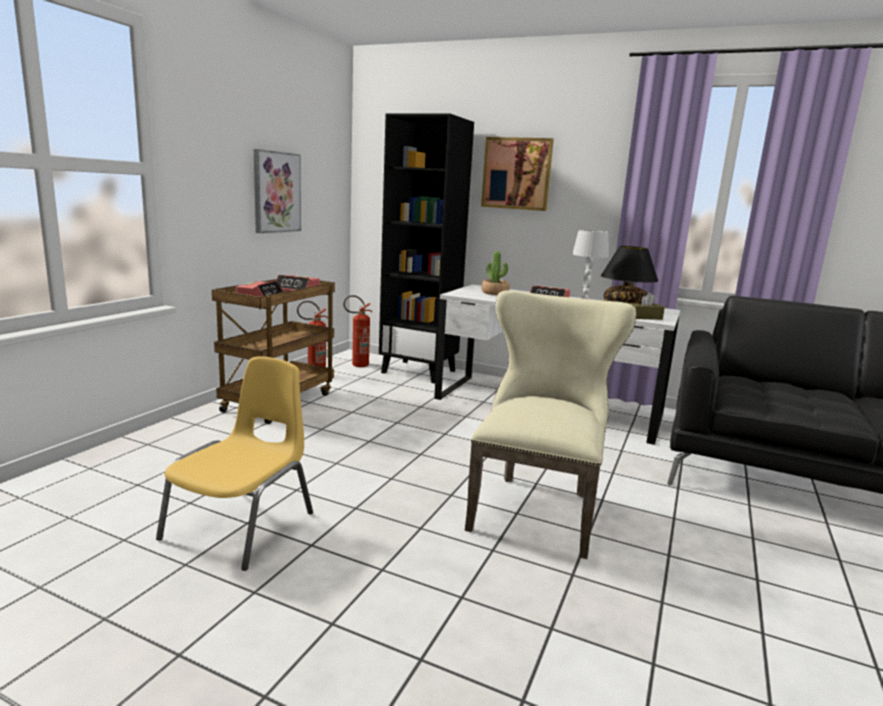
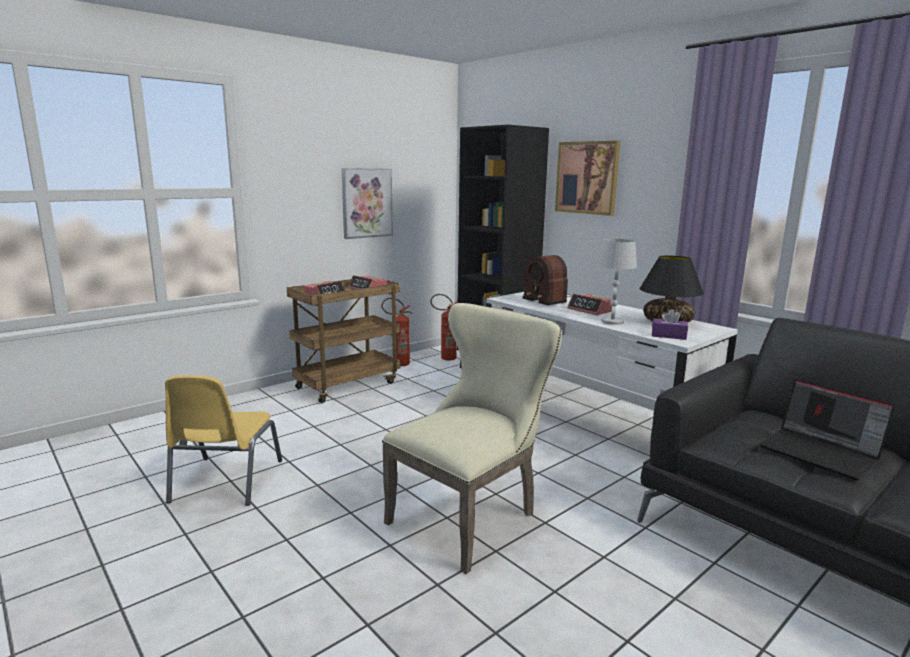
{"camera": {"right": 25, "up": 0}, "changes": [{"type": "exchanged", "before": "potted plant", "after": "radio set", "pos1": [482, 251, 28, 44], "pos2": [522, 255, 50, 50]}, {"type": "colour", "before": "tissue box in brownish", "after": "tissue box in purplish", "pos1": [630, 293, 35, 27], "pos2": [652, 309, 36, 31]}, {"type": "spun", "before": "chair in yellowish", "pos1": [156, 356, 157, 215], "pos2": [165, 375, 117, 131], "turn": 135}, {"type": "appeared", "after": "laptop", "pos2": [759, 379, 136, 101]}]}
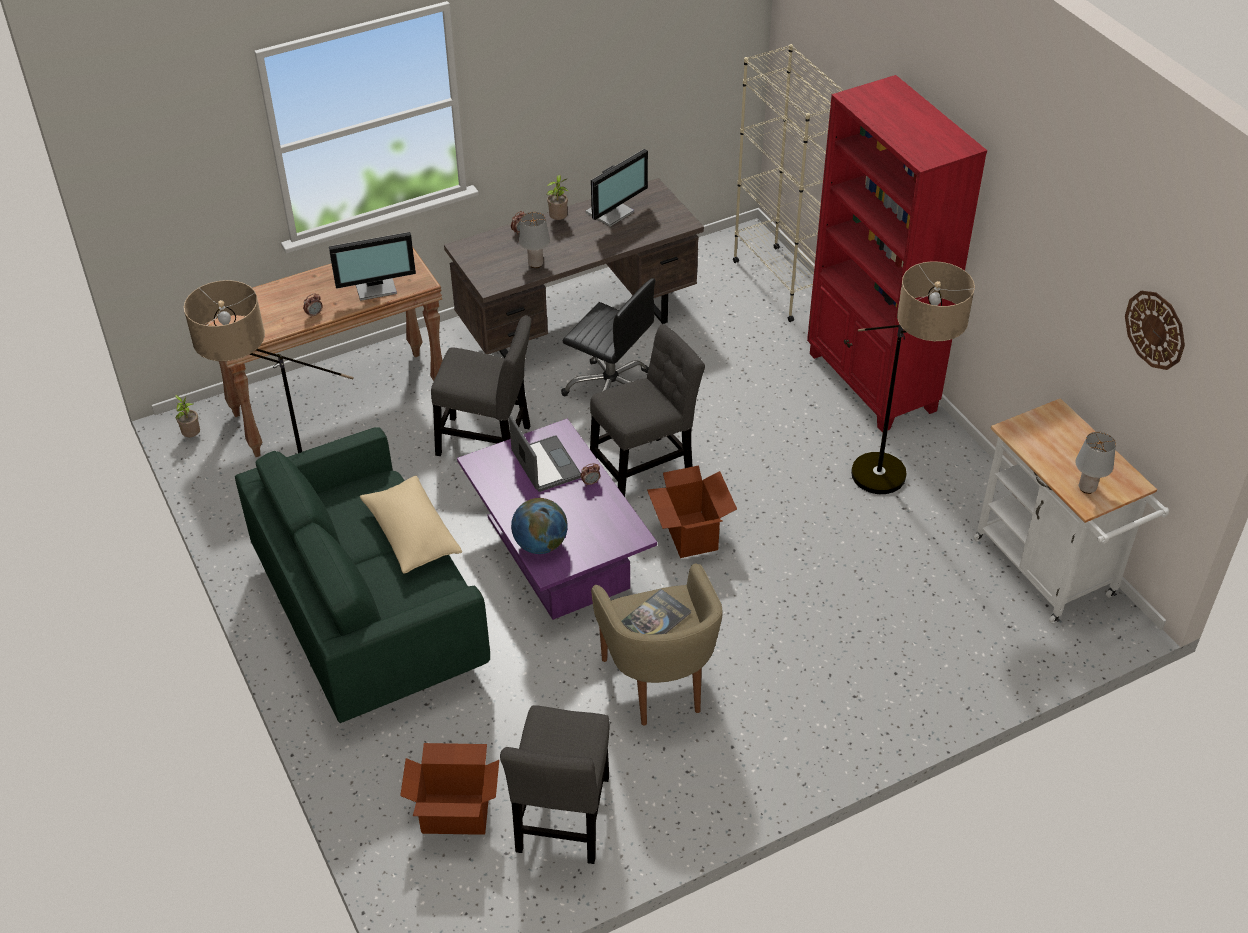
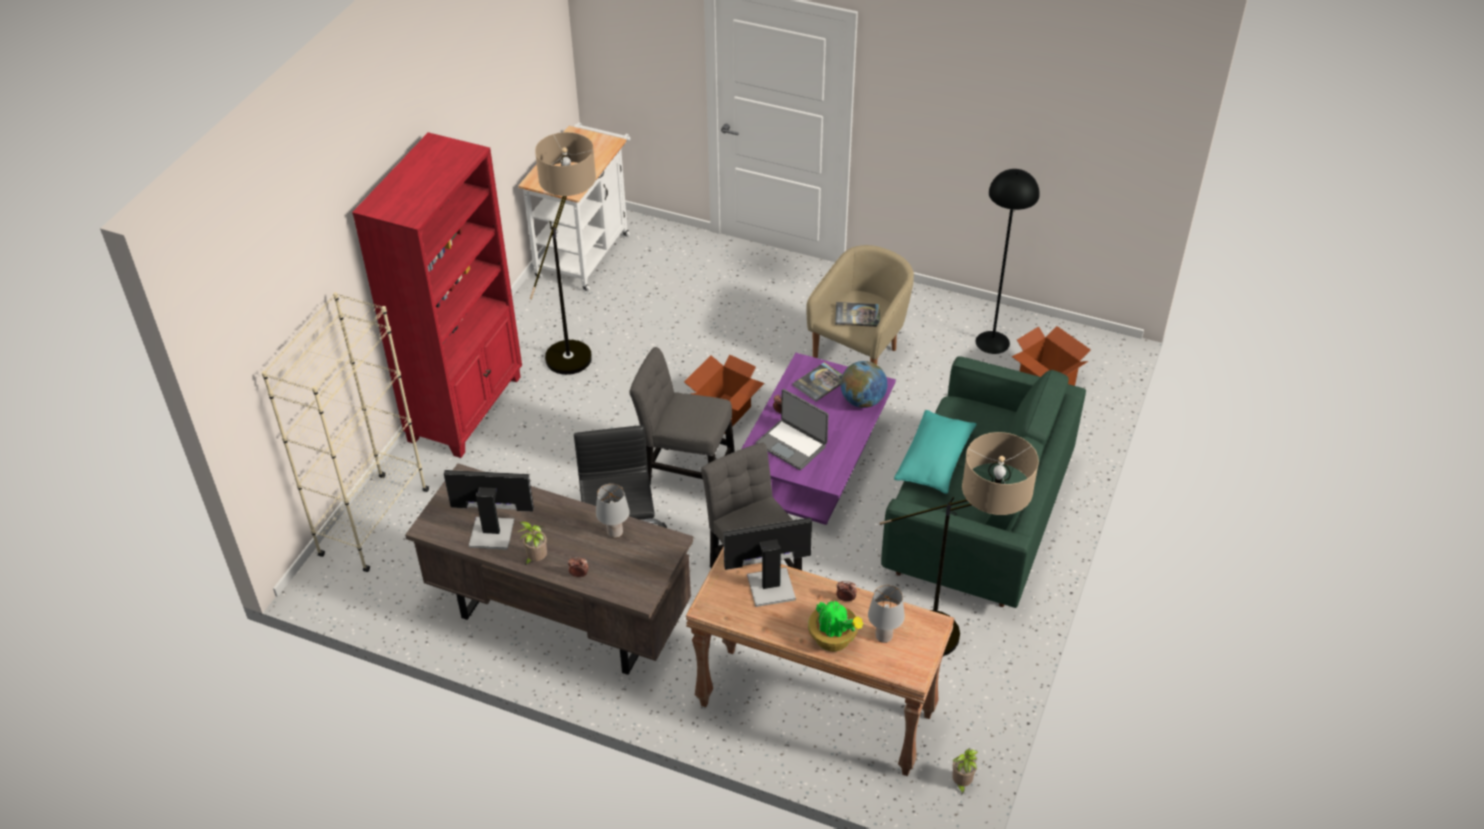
{"camera": {"right": -130, "up": 0}, "changes": [{"type": "spun", "before": "computer screen", "pos1": [329, 232, 87, 69], "pos2": [723, 517, 89, 90], "turn": -45}, {"type": "missing", "before": "hanging clock", "pos1": [1125, 291, 60, 79]}, {"type": "spun", "before": "laptop", "pos1": [509, 416, 72, 76], "pos2": [756, 389, 73, 81], "turn": -75}, {"type": "relocated", "before": "table lamp in grey", "pos1": [1075, 432, 41, 62], "pos2": [868, 585, 37, 58]}, {"type": "colour", "before": "cushion in beige", "after": "cushion in blue-green", "pos1": [360, 476, 102, 97], "pos2": [894, 410, 83, 84]}, {"type": "exchanged", "before": "chair in grey", "after": "standing lamp in blackish", "pos1": [500, 705, 110, 159], "pos2": [976, 169, 63, 185]}, {"type": "appeared", "after": "bound book", "pos2": [792, 362, 51, 39]}, {"type": "appeared", "after": "potted plant", "pos2": [808, 601, 56, 50]}]}
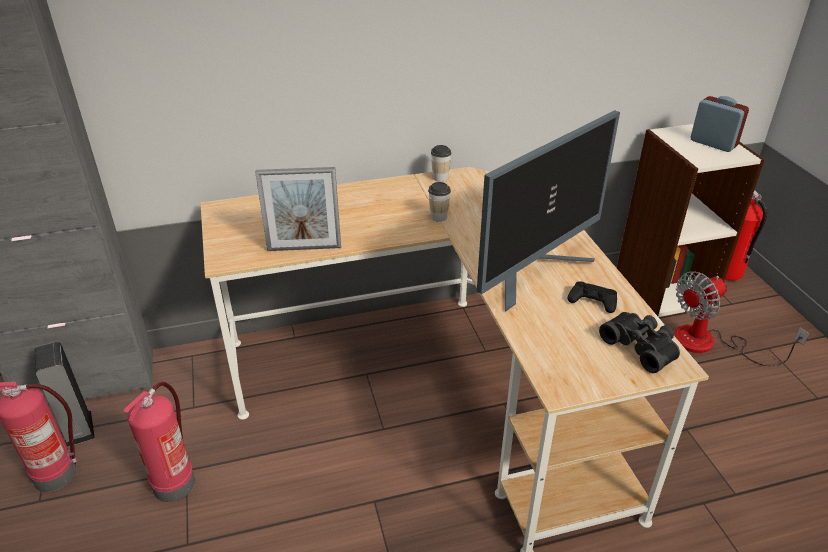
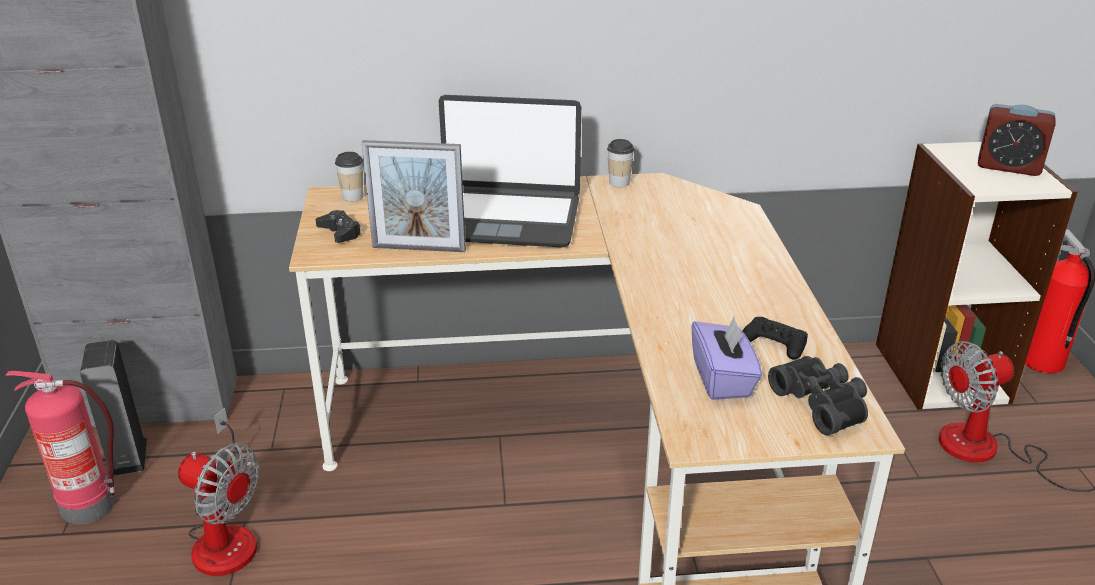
{"camera": {"right": 10, "up": -5}, "changes": [{"type": "spun", "before": "bedside clock", "pos1": [690, 96, 59, 56], "pos2": [978, 104, 78, 72], "turn": 150}, {"type": "missing", "before": "computer screen", "pos1": [477, 110, 143, 202]}, {"type": "relocated", "before": "small cup", "pos1": [428, 182, 23, 40], "pos2": [335, 152, 28, 49]}, {"type": "exchanged", "before": "extinguisher", "after": "fan", "pos1": [123, 382, 72, 120], "pos2": [178, 408, 82, 168]}, {"type": "appeared", "after": "laptop", "pos2": [439, 95, 142, 153]}, {"type": "appeared", "after": "gamepad in blackish", "pos2": [316, 210, 46, 33]}, {"type": "appeared", "after": "tissue box in purplish", "pos2": [691, 315, 71, 85]}]}
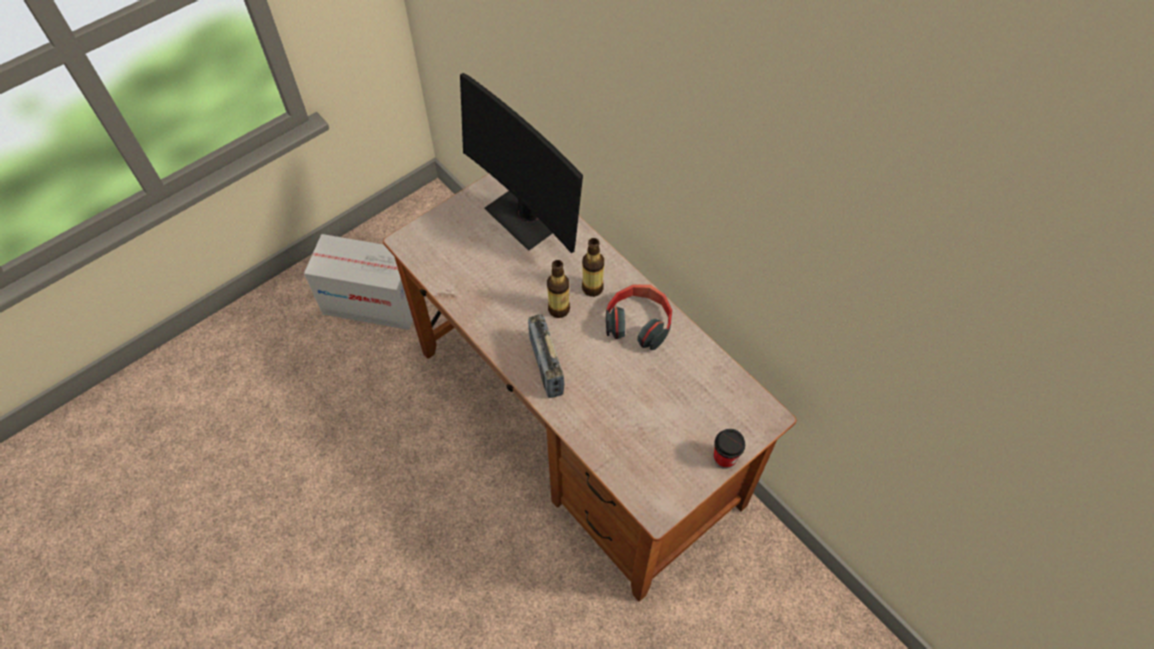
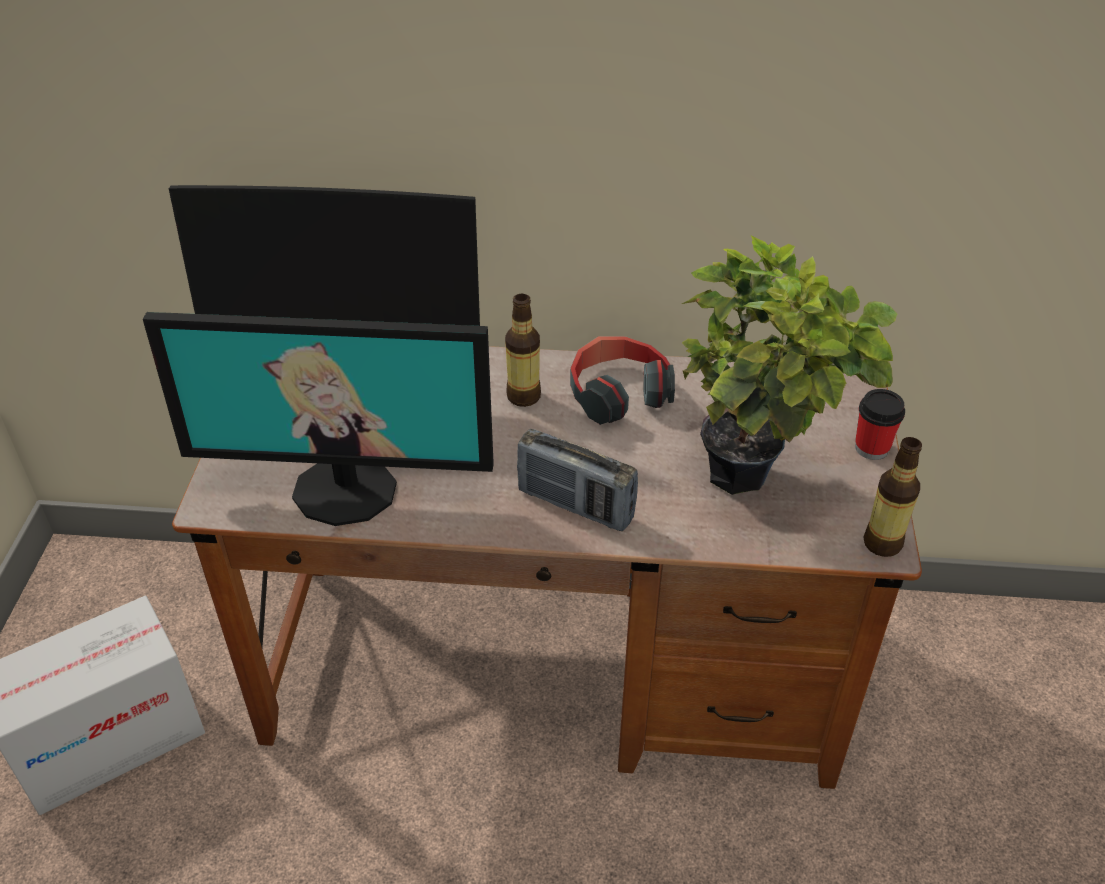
{"camera": {"right": -45, "up": -15}, "changes": [{"type": "relocated", "before": "beverage bottle", "pos1": [547, 260, 23, 58], "pos2": [863, 437, 59, 120]}, {"type": "appeared", "after": "potted plant", "pos2": [682, 236, 216, 259]}, {"type": "appeared", "after": "computer screen", "pos2": [143, 312, 351, 214]}]}
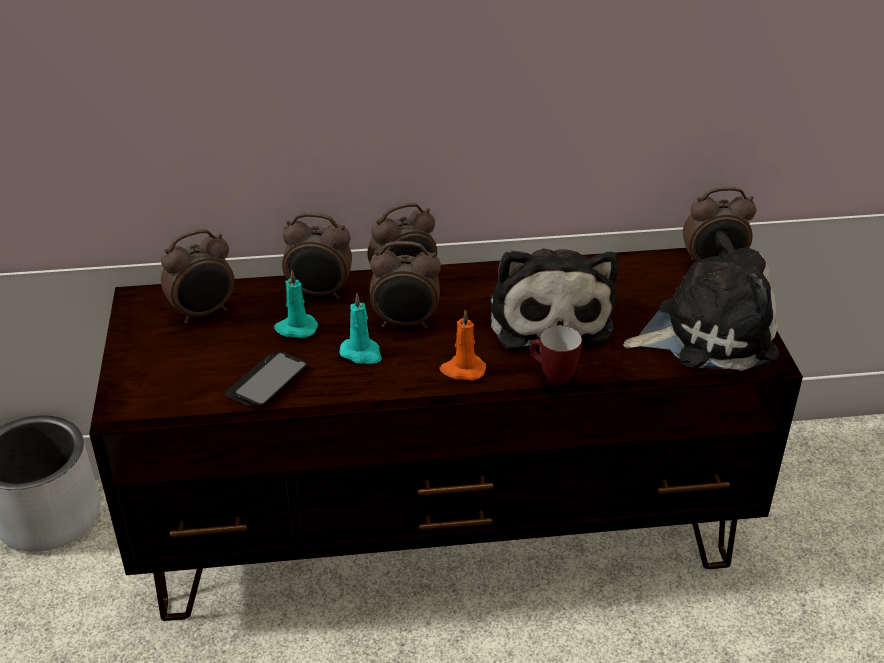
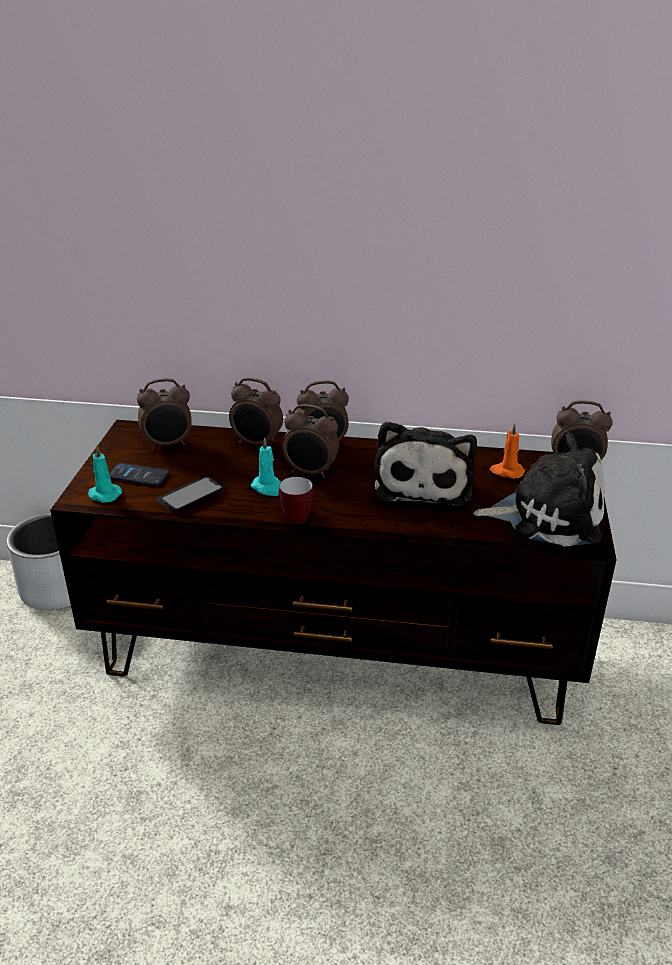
{"camera": {"right": 15, "up": -5}, "changes": [{"type": "relocated", "before": "candle in blue-green", "pos1": [274, 270, 44, 68], "pos2": [88, 445, 34, 58]}, {"type": "relocated", "before": "candle in orange-coloured", "pos1": [439, 310, 47, 71], "pos2": [490, 423, 35, 56]}, {"type": "relocated", "before": "mug", "pos1": [529, 326, 53, 59], "pos2": [279, 477, 34, 47]}, {"type": "appeared", "after": "handset", "pos2": [109, 463, 60, 23]}]}
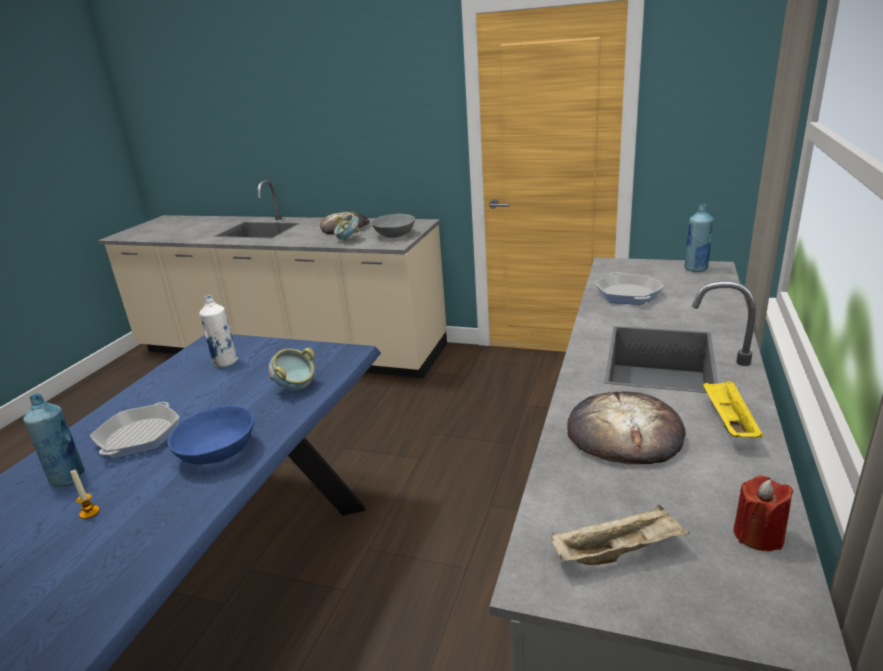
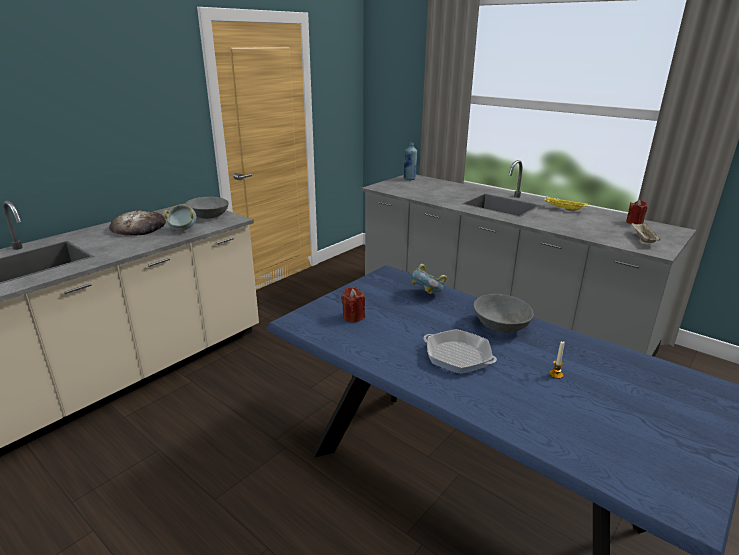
{"camera": {"right": -70, "up": 0}, "changes": [{"type": "missing", "before": "pan", "pos1": [594, 272, 70, 33]}, {"type": "exchanged", "before": "beverage bottle in whitish", "after": "candle in reddish", "pos1": [199, 295, 39, 72], "pos2": [341, 287, 24, 35]}, {"type": "missing", "before": "bakery bread", "pos1": [567, 392, 119, 72]}, {"type": "missing", "before": "beverage bottle in blue", "pos1": [23, 393, 62, 94]}, {"type": "colour", "before": "deep dish in blue", "after": "deep dish in grey", "pos1": [168, 406, 86, 58], "pos2": [473, 294, 60, 39]}]}
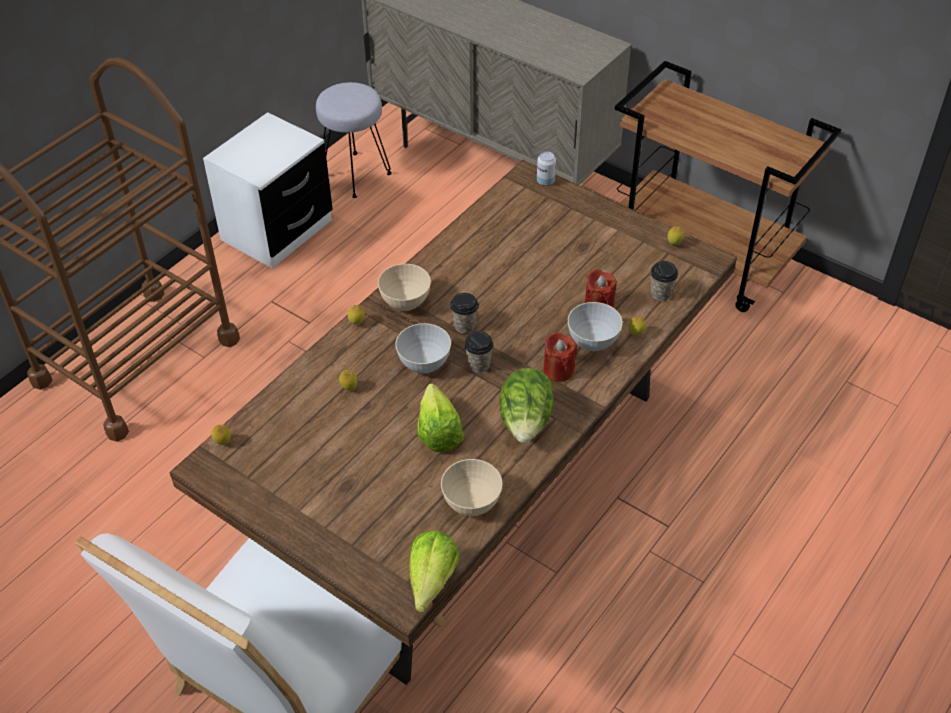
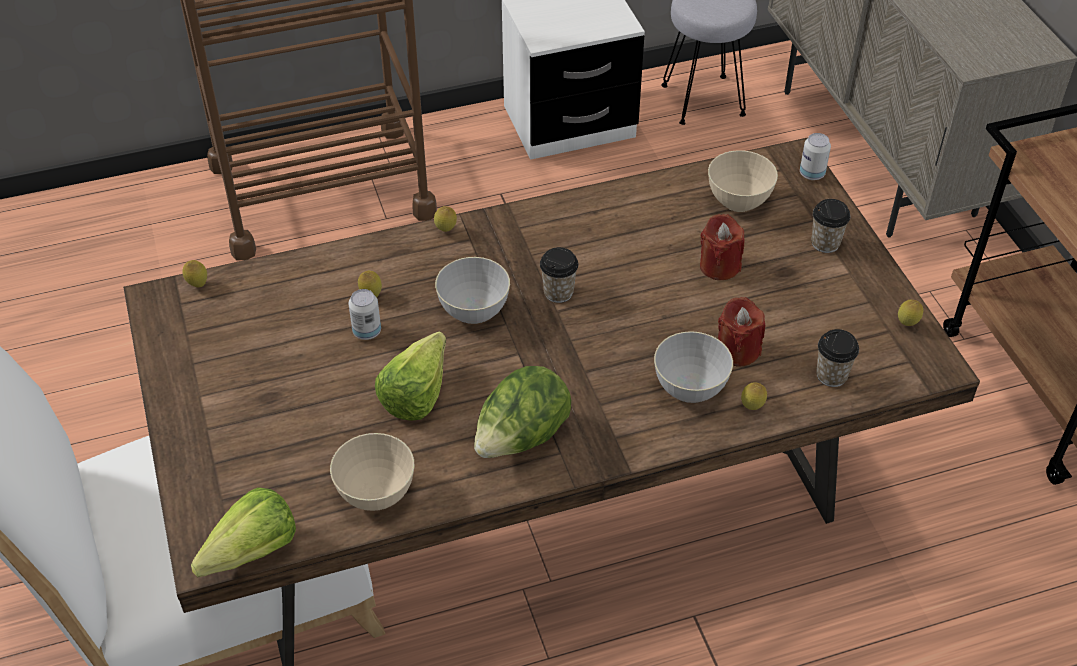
{"camera": {"right": 35, "up": 0}, "changes": [{"type": "relocated", "before": "deep dish in beige", "pos1": [378, 264, 53, 47], "pos2": [708, 150, 70, 62]}, {"type": "relocated", "before": "small cup", "pos1": [464, 331, 29, 42], "pos2": [811, 199, 39, 54]}, {"type": "relocated", "before": "candle in reddish", "pos1": [543, 332, 34, 50], "pos2": [700, 214, 45, 66]}, {"type": "appeared", "after": "sealed can", "pos2": [349, 289, 32, 51]}]}
